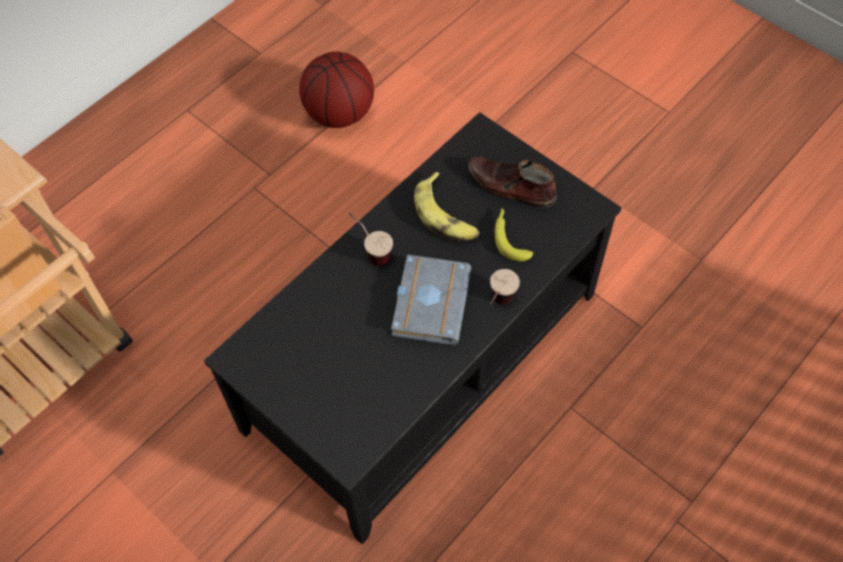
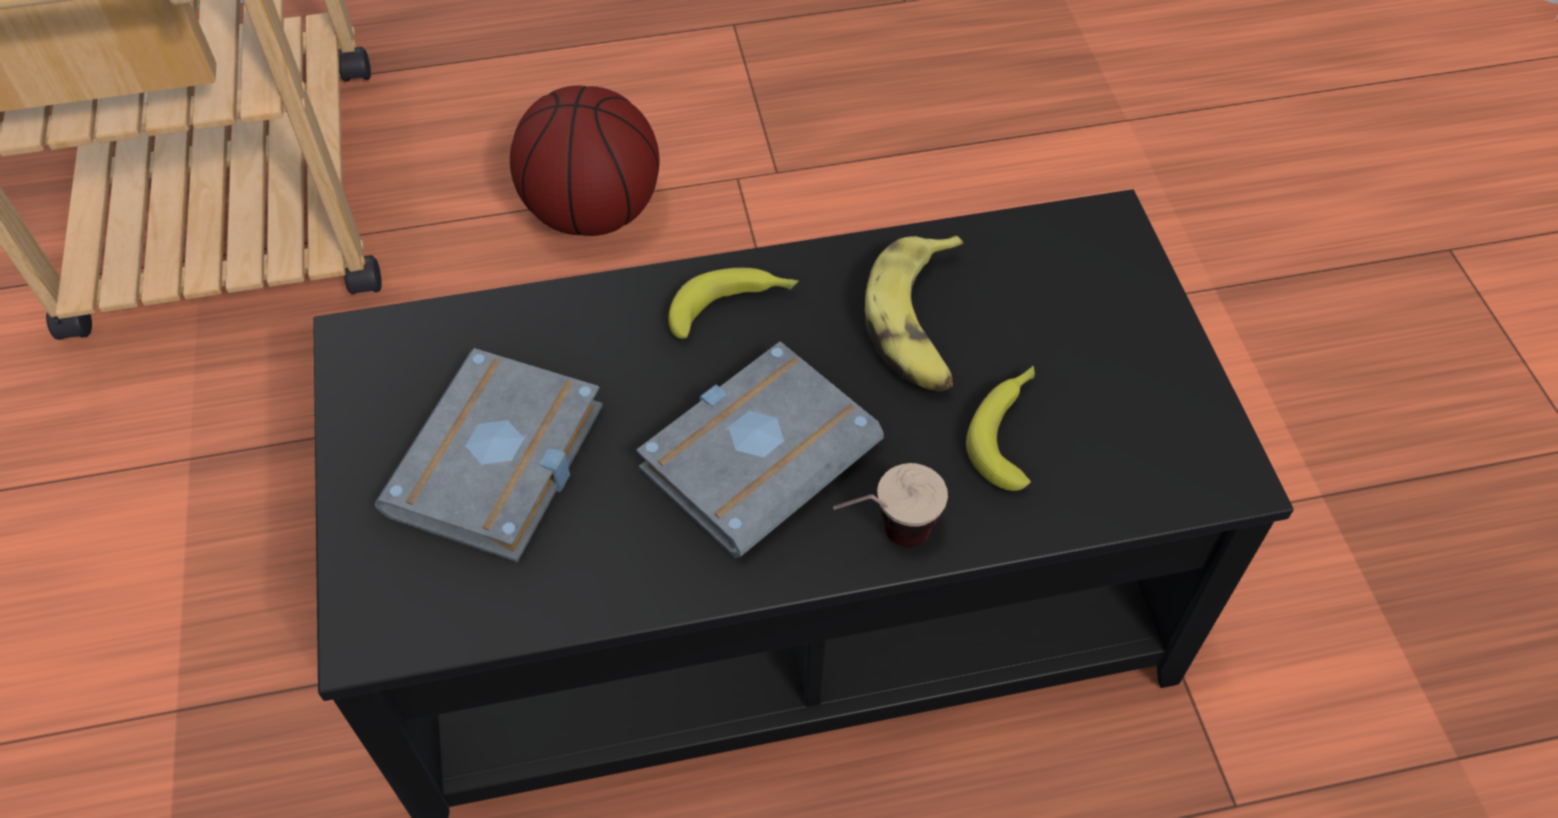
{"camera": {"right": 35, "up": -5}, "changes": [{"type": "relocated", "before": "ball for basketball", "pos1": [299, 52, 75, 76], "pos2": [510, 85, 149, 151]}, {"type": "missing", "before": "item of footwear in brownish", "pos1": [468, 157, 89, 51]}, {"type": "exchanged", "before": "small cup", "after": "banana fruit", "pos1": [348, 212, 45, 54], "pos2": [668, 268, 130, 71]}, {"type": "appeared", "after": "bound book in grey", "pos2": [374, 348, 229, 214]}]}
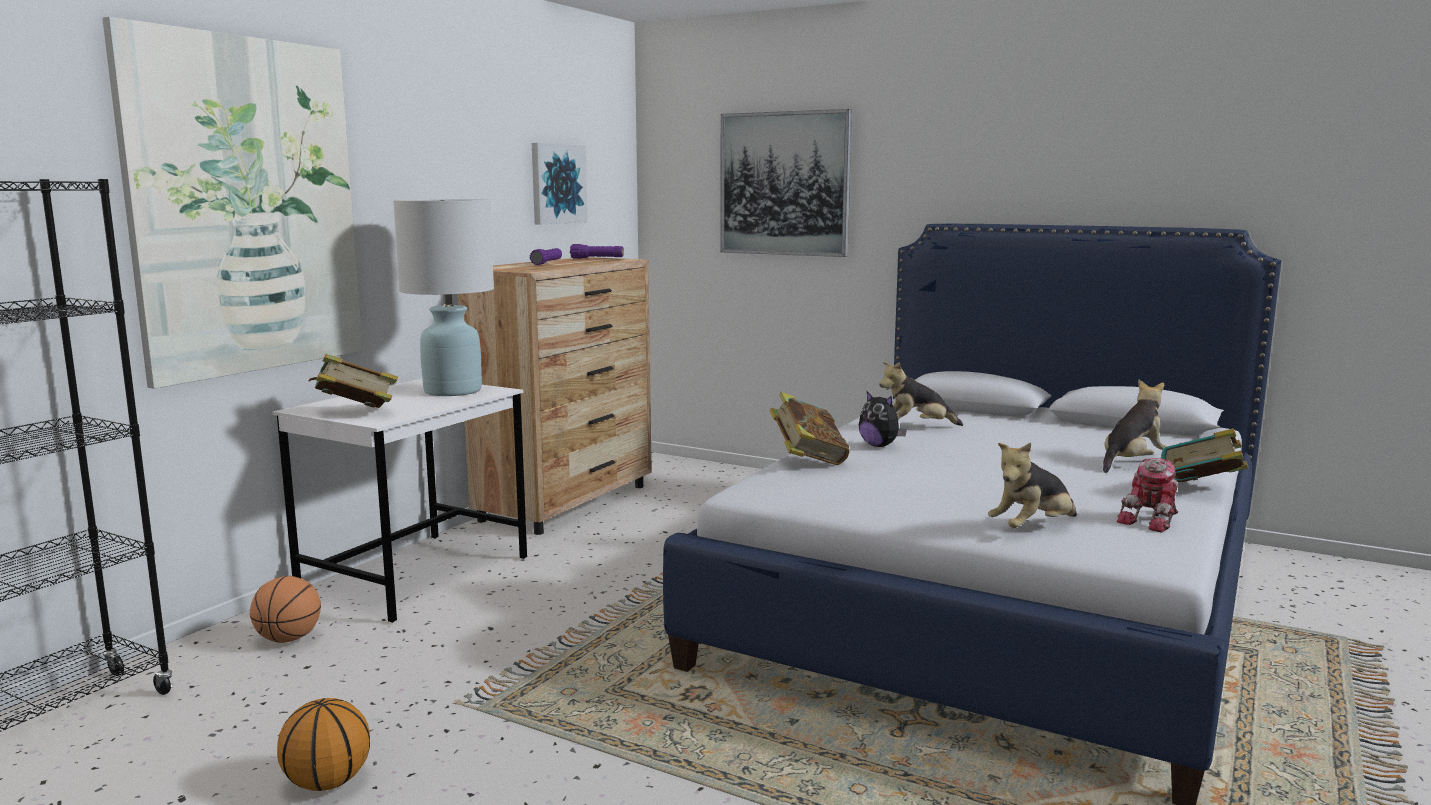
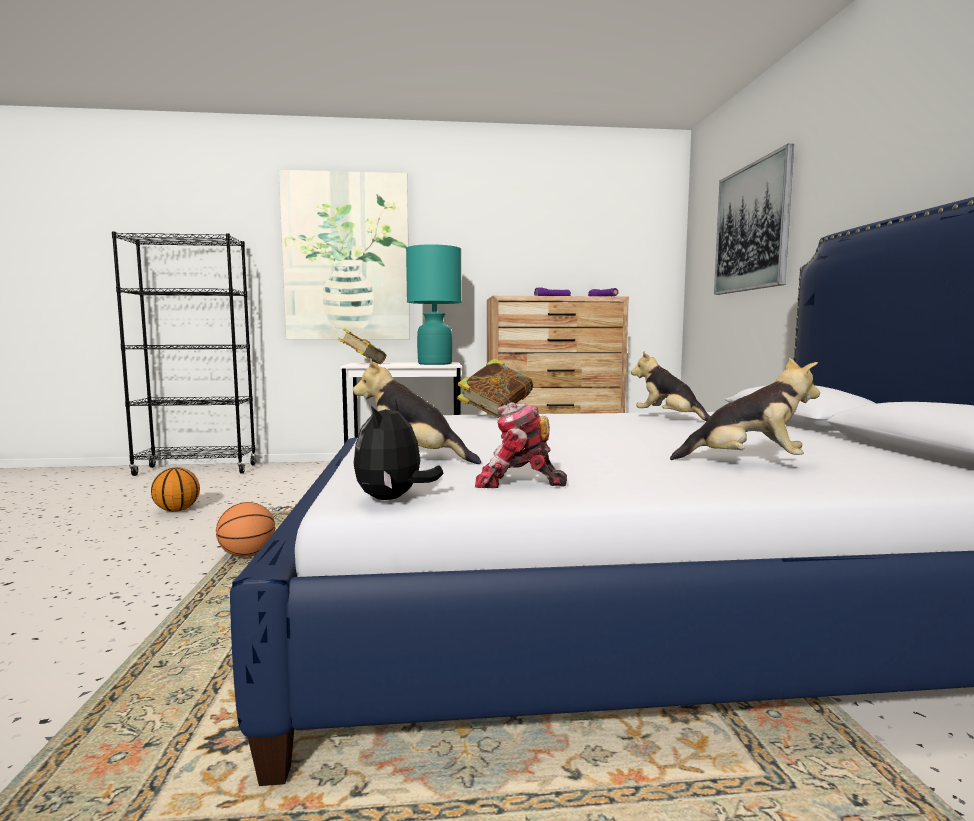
{"camera": {"right": 55, "up": -5}, "changes": [{"type": "missing", "before": "wall picture", "pos1": [532, 143, 56, 81]}, {"type": "colour", "before": "table lamp in whitish", "after": "table lamp in blue-green", "pos1": [393, 199, 101, 197], "pos2": [406, 244, 56, 121]}, {"type": "relocated", "before": "cuddly toy", "pos1": [859, 391, 48, 56], "pos2": [353, 399, 91, 101]}, {"type": "missing", "before": "bound book", "pos1": [1161, 428, 88, 54]}, {"type": "relocated", "before": "ball for basketball", "pos1": [250, 576, 71, 67], "pos2": [216, 502, 59, 55]}]}
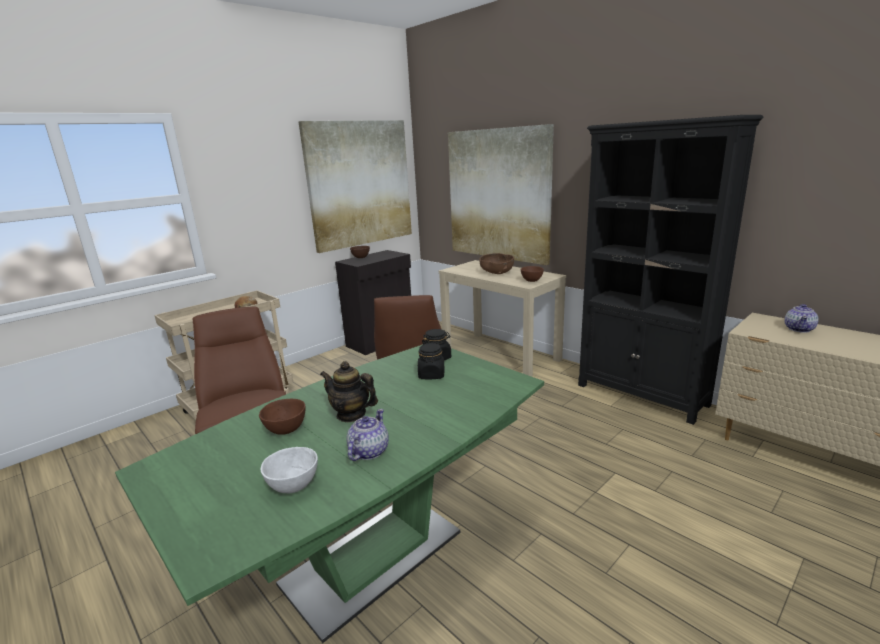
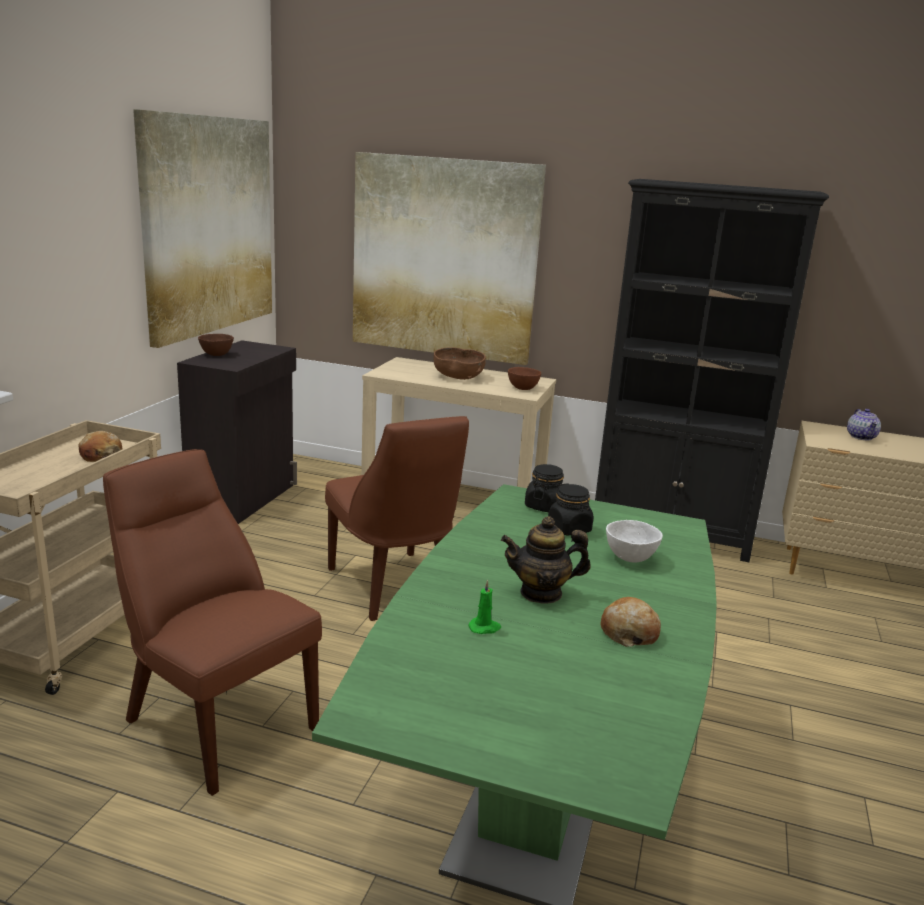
{"camera": {"right": -30, "up": 0}, "changes": [{"type": "exchanged", "before": "deep dish in brownish", "after": "candle in greenish", "pos1": [259, 399, 46, 36], "pos2": [468, 580, 33, 54]}, {"type": "exchanged", "before": "tea pot", "after": "bakery bread", "pos1": [346, 409, 43, 52], "pos2": [600, 597, 61, 50]}, {"type": "relocated", "before": "deep dish in whitish", "pos1": [261, 447, 57, 46], "pos2": [606, 520, 57, 43]}]}
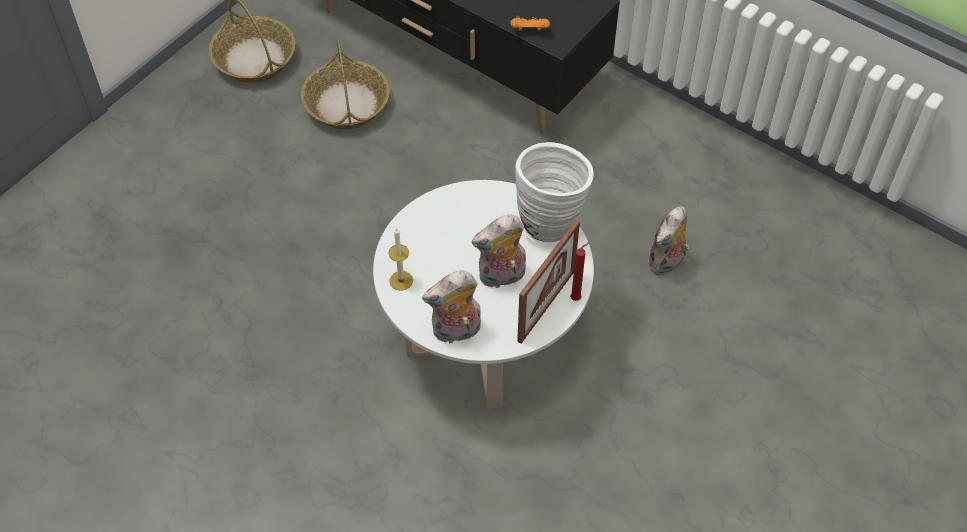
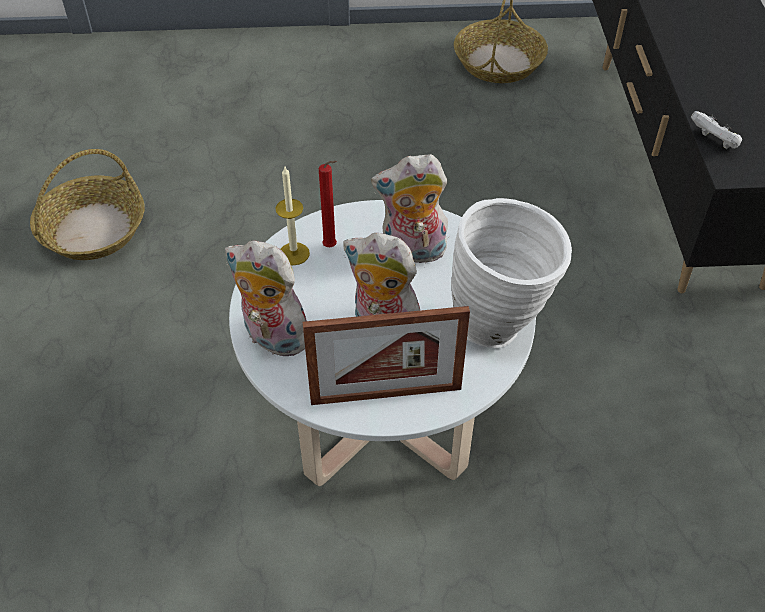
{"camera": {"right": 50, "up": -5}, "changes": [{"type": "colour", "before": "gamepad in orange-coloured", "after": "gamepad in whitish", "pos1": [510, 15, 40, 16], "pos2": [691, 111, 51, 38]}, {"type": "relocated", "before": "storage basket", "pos1": [301, 38, 89, 91], "pos2": [30, 149, 114, 111]}, {"type": "relocated", "before": "cuddly toy", "pos1": [647, 206, 42, 70], "pos2": [371, 154, 79, 109]}, {"type": "relocated", "before": "candle in reddish", "pos1": [570, 242, 20, 59], "pos2": [319, 161, 18, 86]}]}
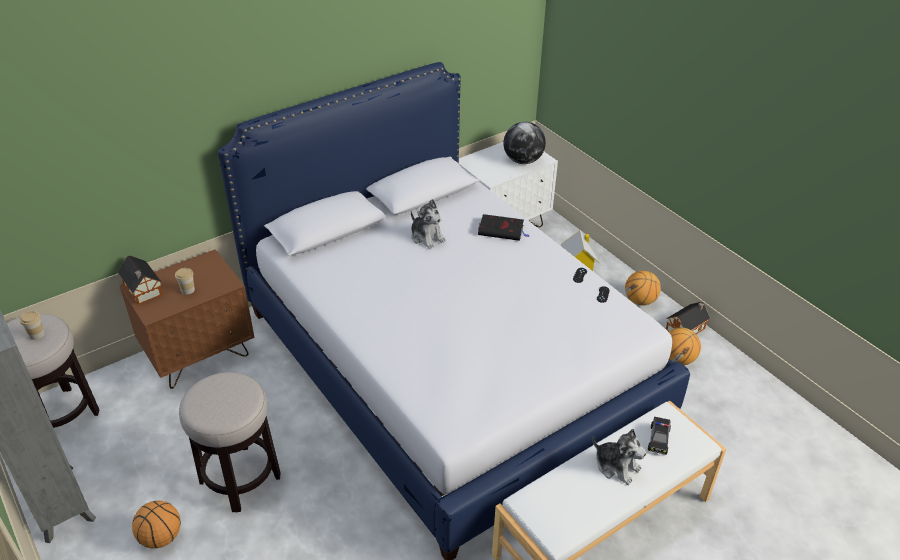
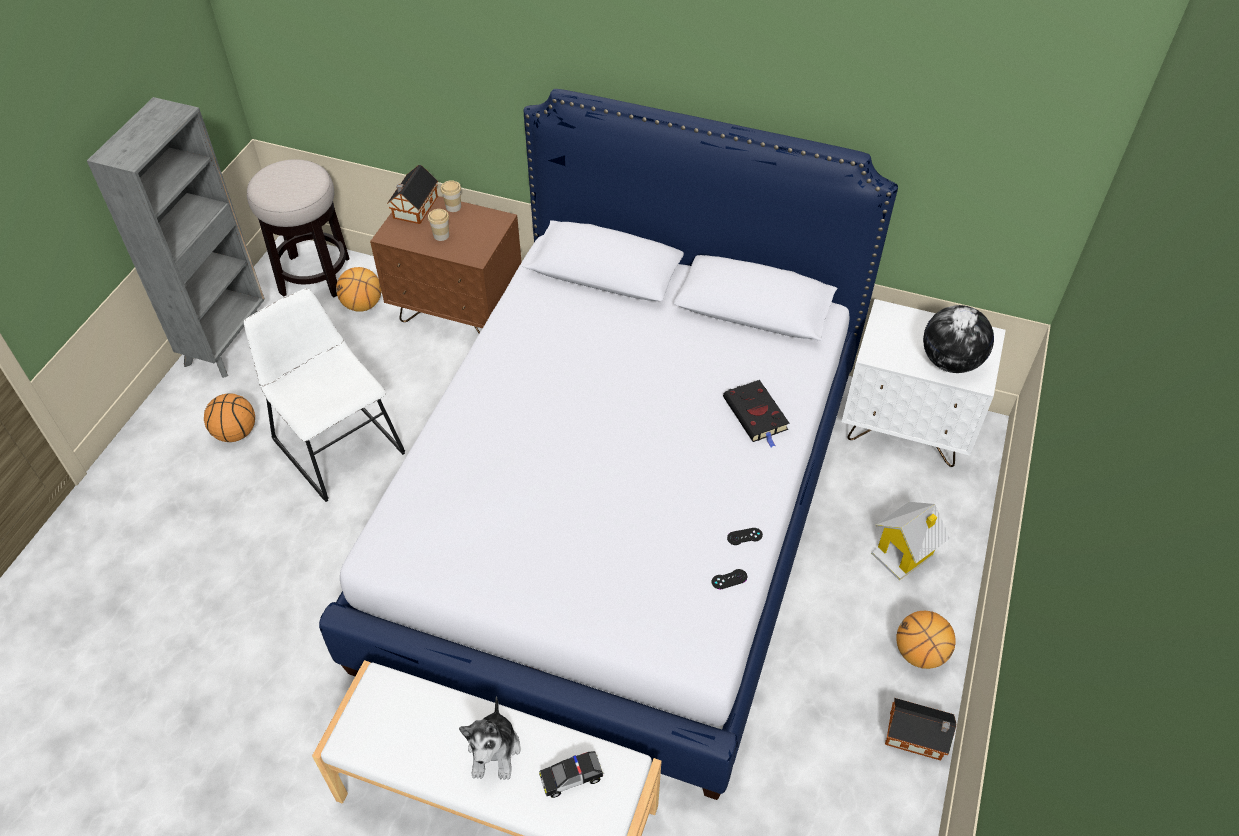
{"camera": {"right": 55, "up": 10}, "changes": [{"type": "missing", "before": "cuddly toy", "pos1": [411, 199, 35, 50]}, {"type": "relocated", "before": "small cup", "pos1": [20, 311, 25, 29], "pos2": [441, 180, 20, 32]}, {"type": "relocated", "before": "ball for basketball", "pos1": [669, 328, 32, 37], "pos2": [336, 267, 46, 45]}, {"type": "exchanged", "before": "sitting stool", "after": "chair in whitish", "pos1": [179, 372, 101, 140], "pos2": [244, 288, 161, 214]}]}
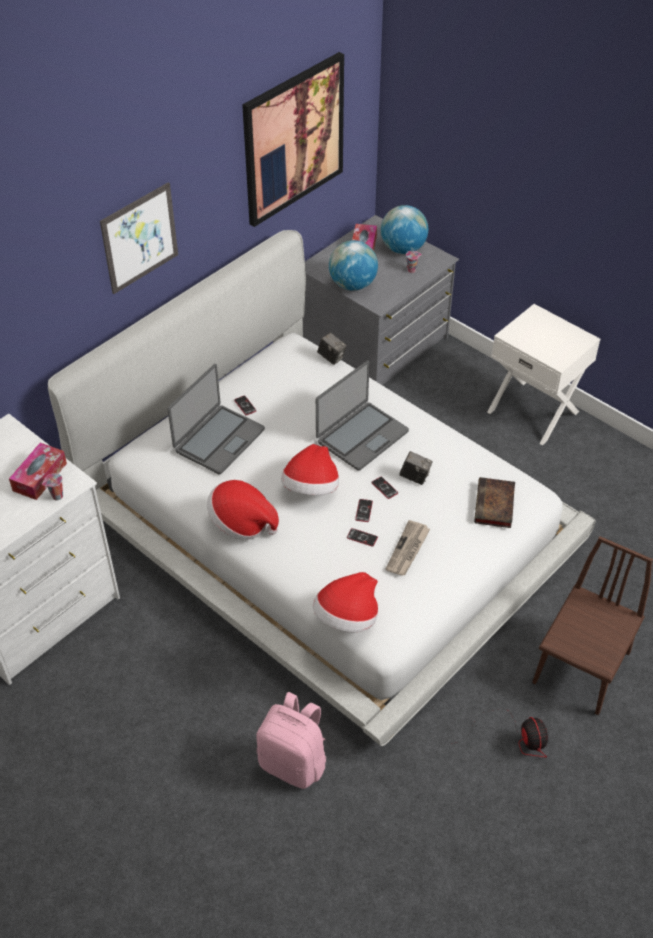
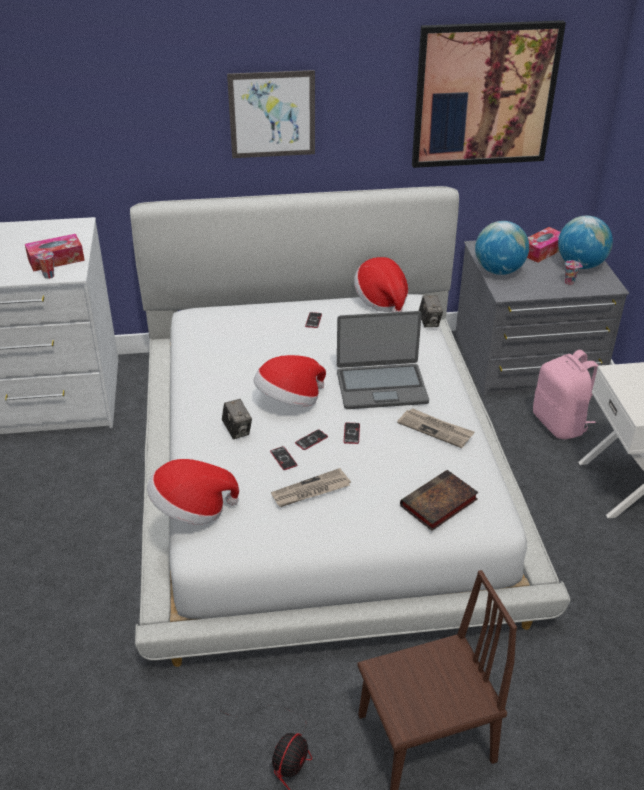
{"camera": {"right": 40, "up": -10}, "changes": [{"type": "missing", "before": "laptop", "pos1": [167, 364, 98, 111]}, {"type": "relocated", "before": "photo camera", "pos1": [399, 451, 34, 34], "pos2": [222, 399, 30, 40]}, {"type": "relocated", "before": "clothing hat", "pos1": [207, 480, 72, 60], "pos2": [354, 257, 54, 55]}, {"type": "relocated", "before": "backpack in pink-coloured", "pos1": [256, 692, 70, 97], "pos2": [533, 350, 66, 89]}, {"type": "appeared", "after": "daily paper", "pos2": [397, 408, 78, 40]}]}
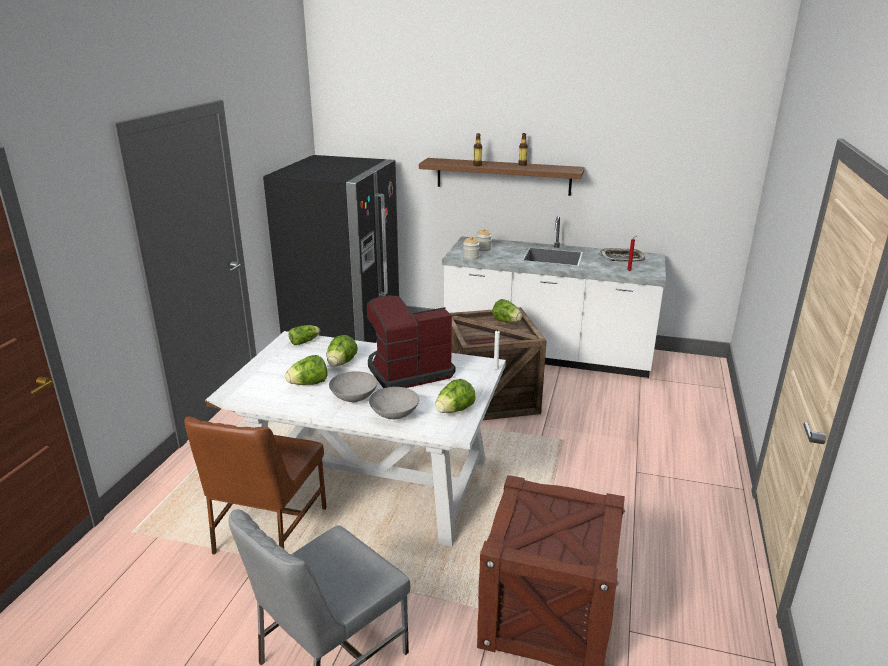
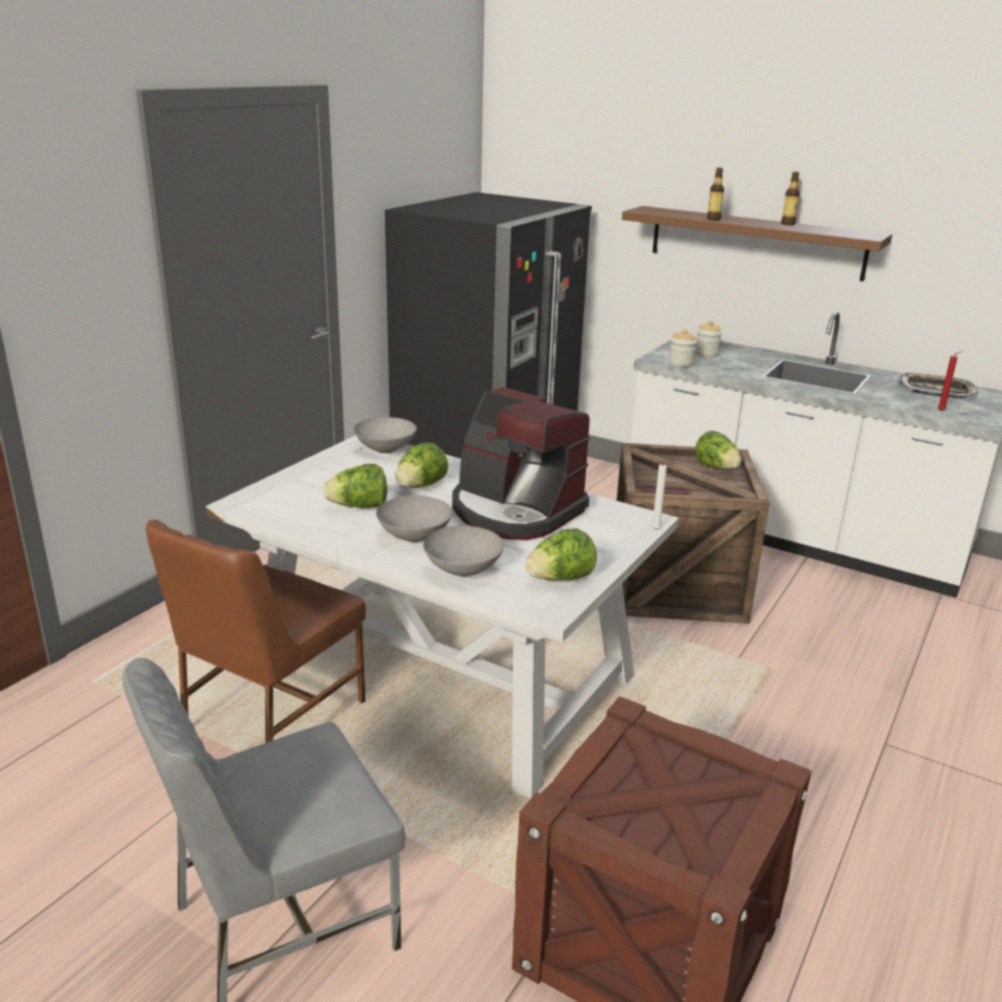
{"camera": {"right": 15, "up": 0}, "changes": [{"type": "spun", "before": "coffee maker", "pos1": [367, 295, 89, 93], "pos2": [452, 387, 138, 153], "turn": -135}, {"type": "exchanged", "before": "head of lettuce", "after": "deep dish in grey", "pos1": [289, 325, 31, 20], "pos2": [354, 417, 63, 37]}]}
